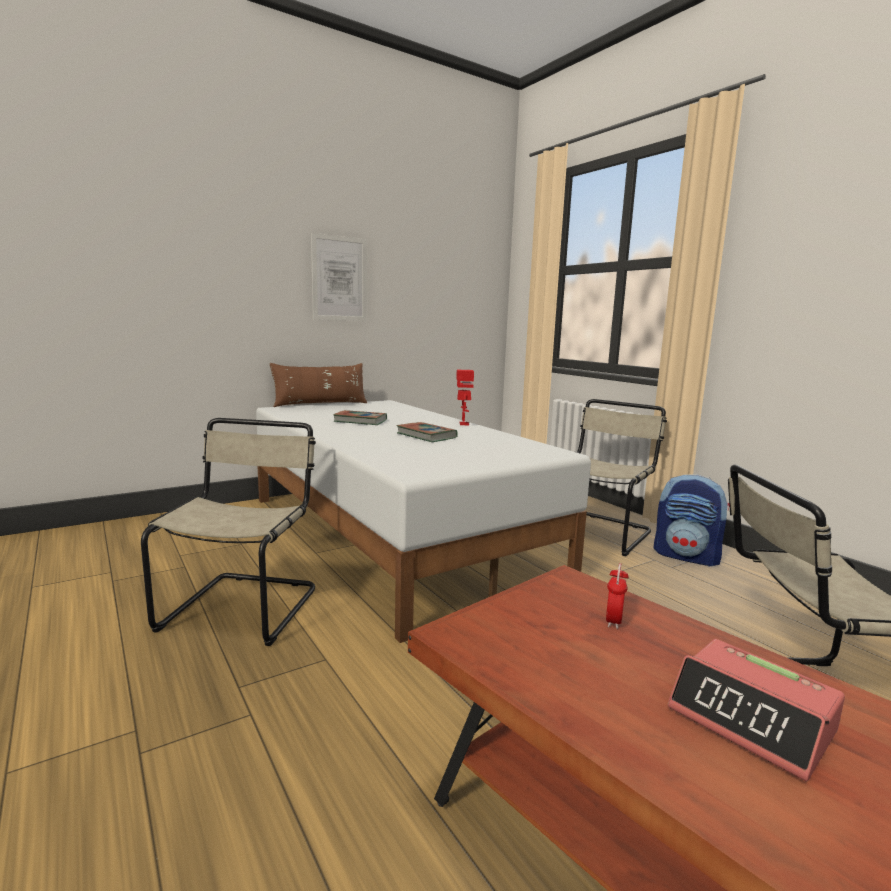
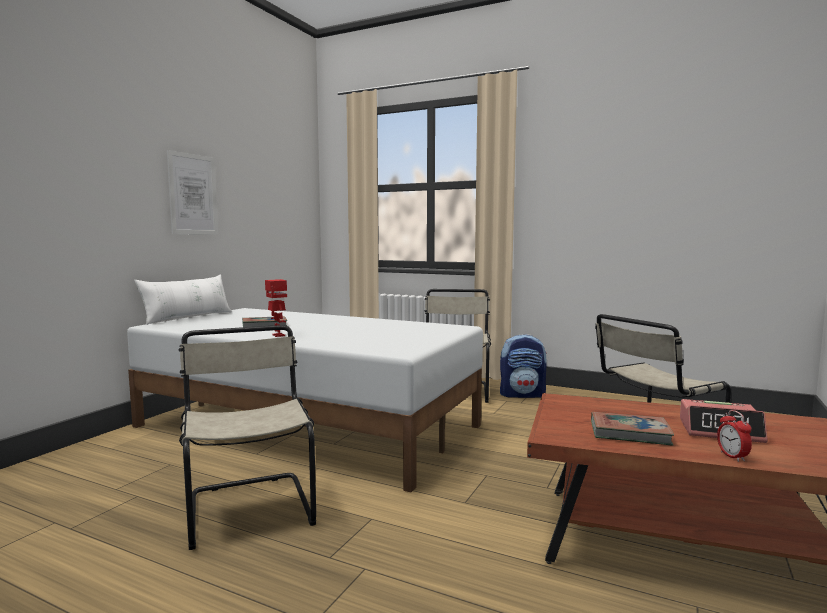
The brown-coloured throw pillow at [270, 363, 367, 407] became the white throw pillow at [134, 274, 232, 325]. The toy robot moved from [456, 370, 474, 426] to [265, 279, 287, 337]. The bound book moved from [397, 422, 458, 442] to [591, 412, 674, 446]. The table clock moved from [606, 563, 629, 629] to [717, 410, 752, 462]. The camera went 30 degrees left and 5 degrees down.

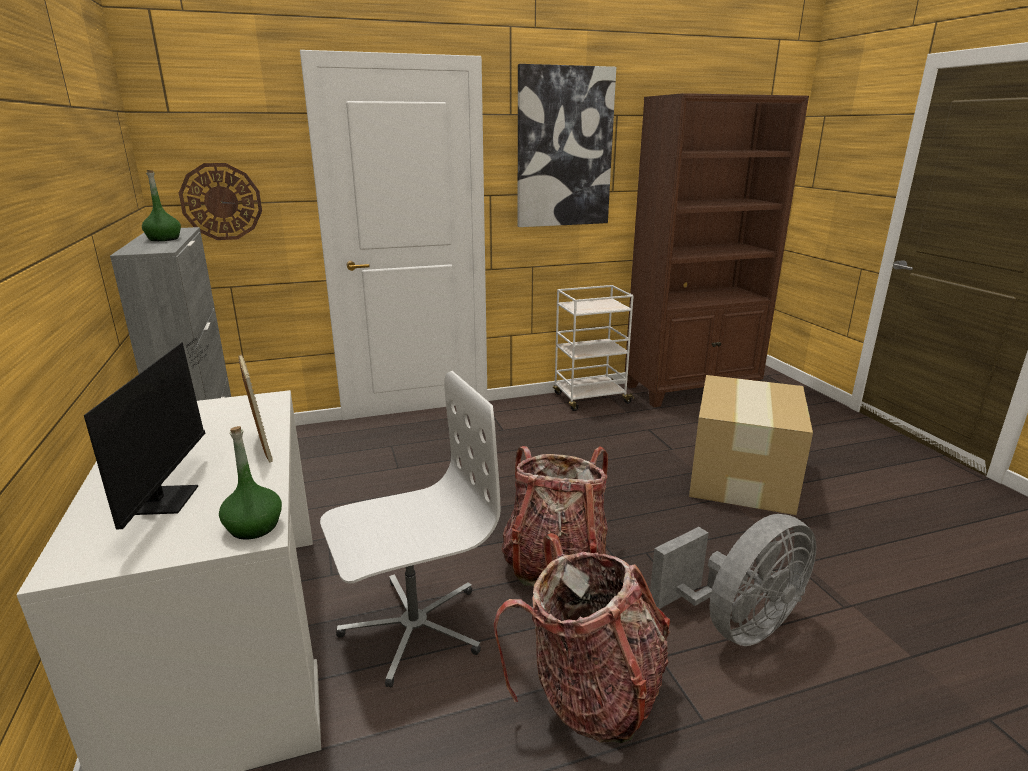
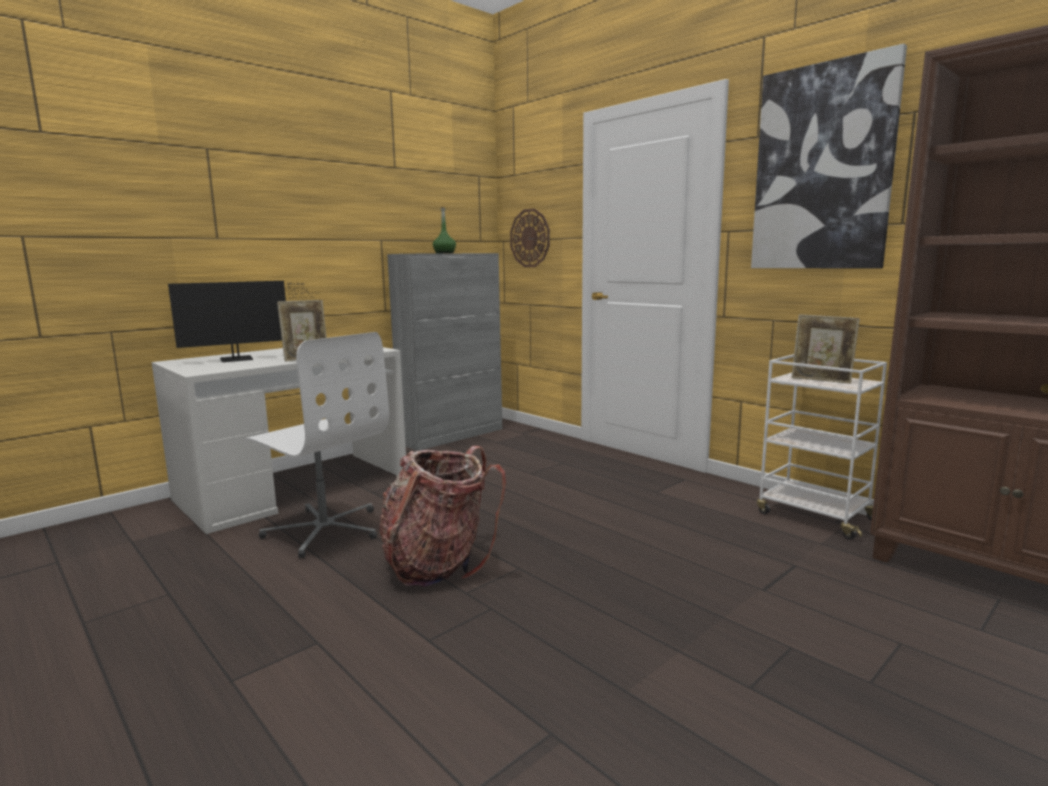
The standing frame at [792, 314, 860, 384] appeared. The greenish beverage bottle at [219, 426, 282, 540] disappeared. The knapsack at [494, 533, 670, 743] disappeared. The gray electric fan at [650, 514, 816, 646] disappeared. The cardboard box at [689, 375, 813, 515] disappeared. The camera went 65 degrees right and 10 degrees down.

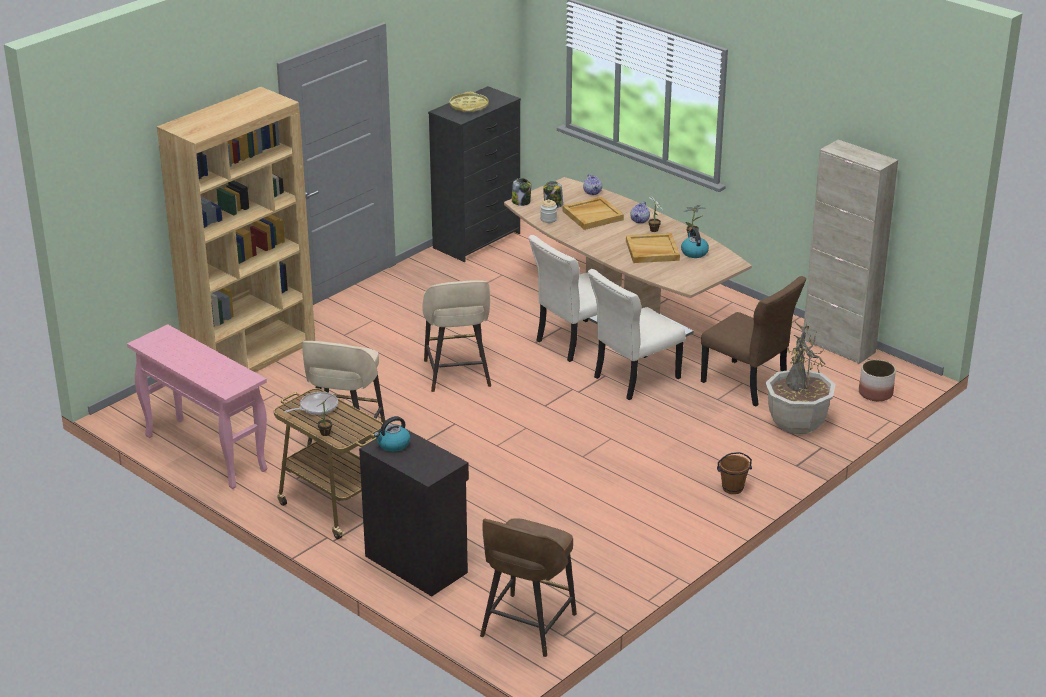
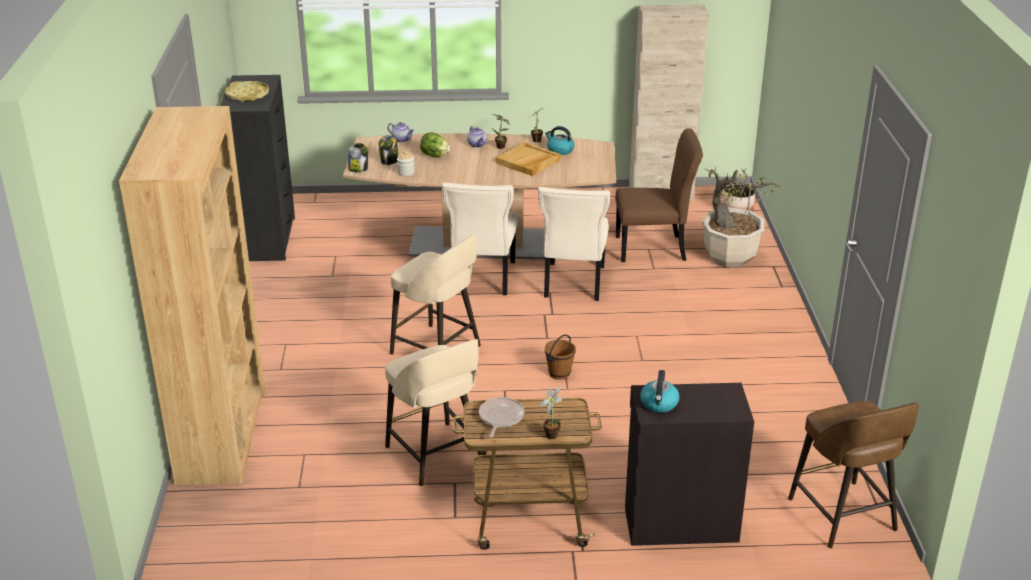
The sand-coloured carrying tray at [562, 196, 624, 230] was replaced by the lettuce head at [420, 132, 450, 157]. The brown-coloured water bucket moved from [717, 452, 752, 494] to [545, 334, 576, 380]. The pinkish hall table at [127, 324, 268, 489] disappeared. The camera went 45 degrees left and 0 degrees up.

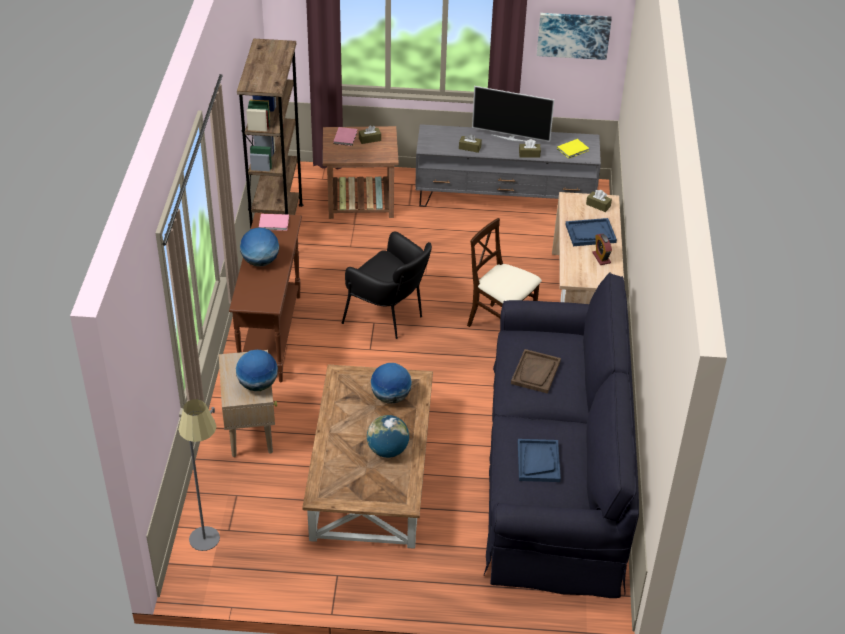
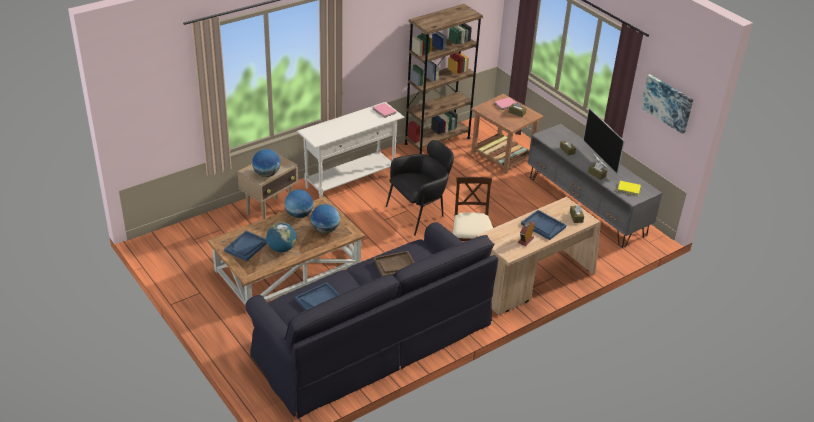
The blue-coloured carrying tray at [224, 231, 267, 261] appeared. The world globe moved from [240, 227, 279, 267] to [285, 190, 313, 218]. The brown-coloured hall table at [229, 213, 302, 382] became the white hall table at [297, 102, 404, 198]. The black lounge chair at [342, 231, 432, 339] turned 120 degrees counterclockwise. The gray floor lamp at [178, 399, 220, 551] disappeared. The camera went 50 degrees right and 5 degrees down.

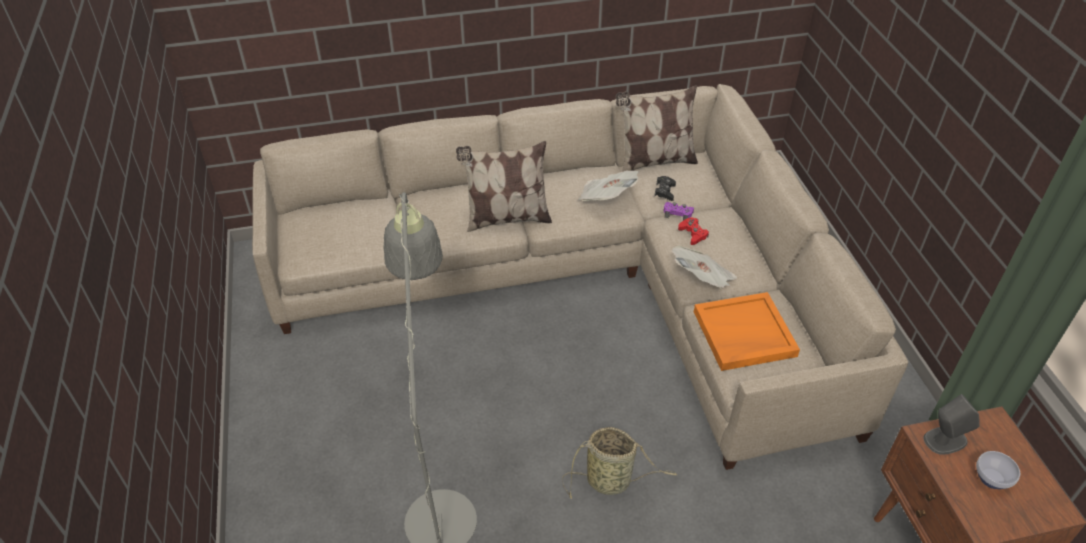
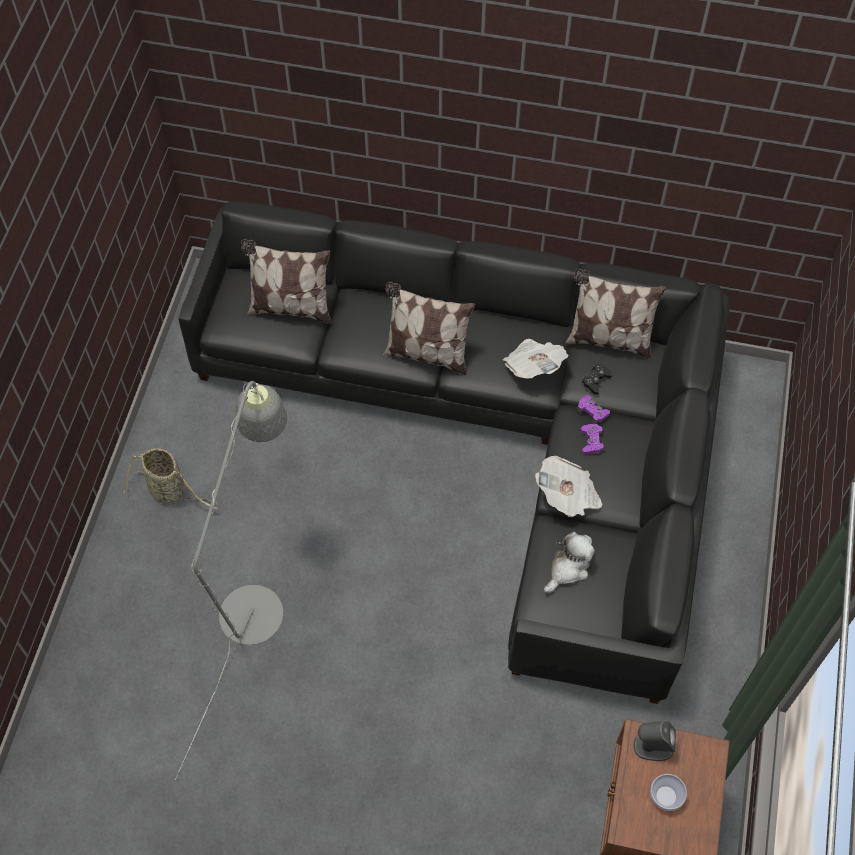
The storage basket moved from [562, 427, 677, 499] to [124, 448, 218, 509]. The sand-coloured couch at [252, 84, 908, 470] became the black couch at [178, 201, 729, 704]. The throw pillow at [241, 239, 331, 324] appeared. The orangey carrying tray at [694, 292, 800, 371] was replaced by the plush toy at [544, 532, 595, 593]. The reddish gamepad at [678, 217, 709, 245] became the purple-coloured gamepad at [581, 424, 604, 454]. The camera went 25 degrees right and 15 degrees up.

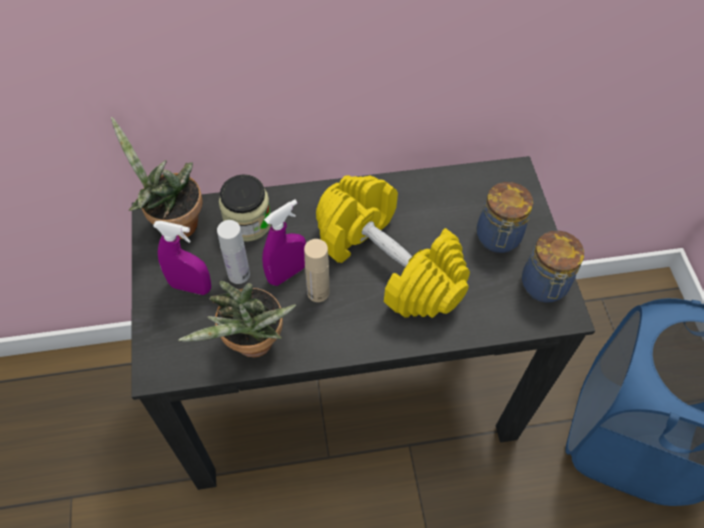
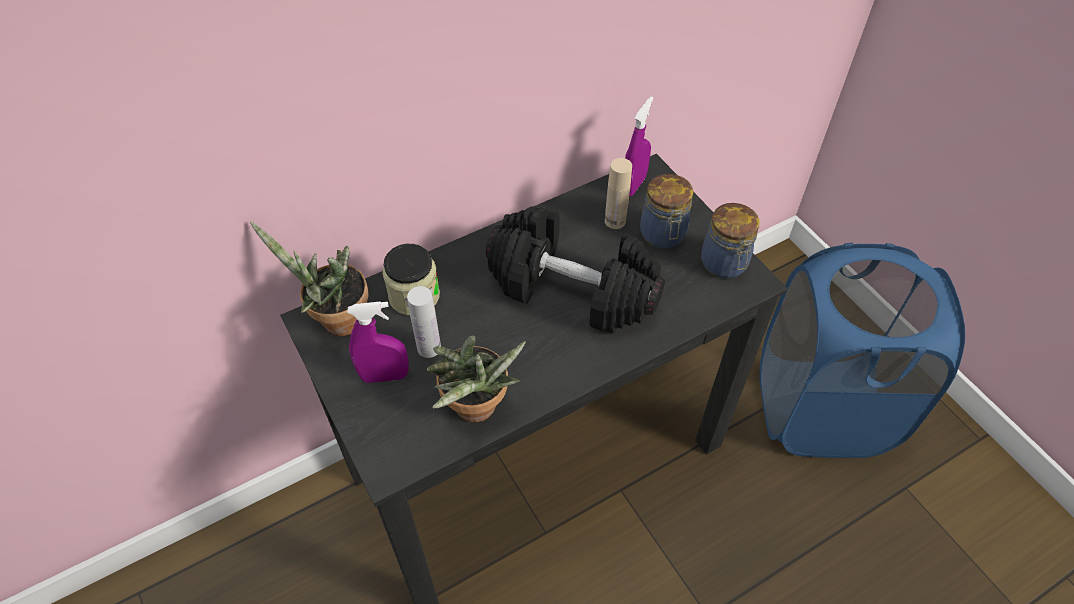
The yellowish hand weight at [316, 176, 470, 318] became the black hand weight at [486, 206, 665, 333]. The sand-coloured beverage bottle moved from [304, 239, 329, 302] to [605, 158, 632, 229]. The purple-coloured sprayer moved from [262, 199, 306, 286] to [625, 96, 654, 197]. The camera went 20 degrees left and 5 degrees down.

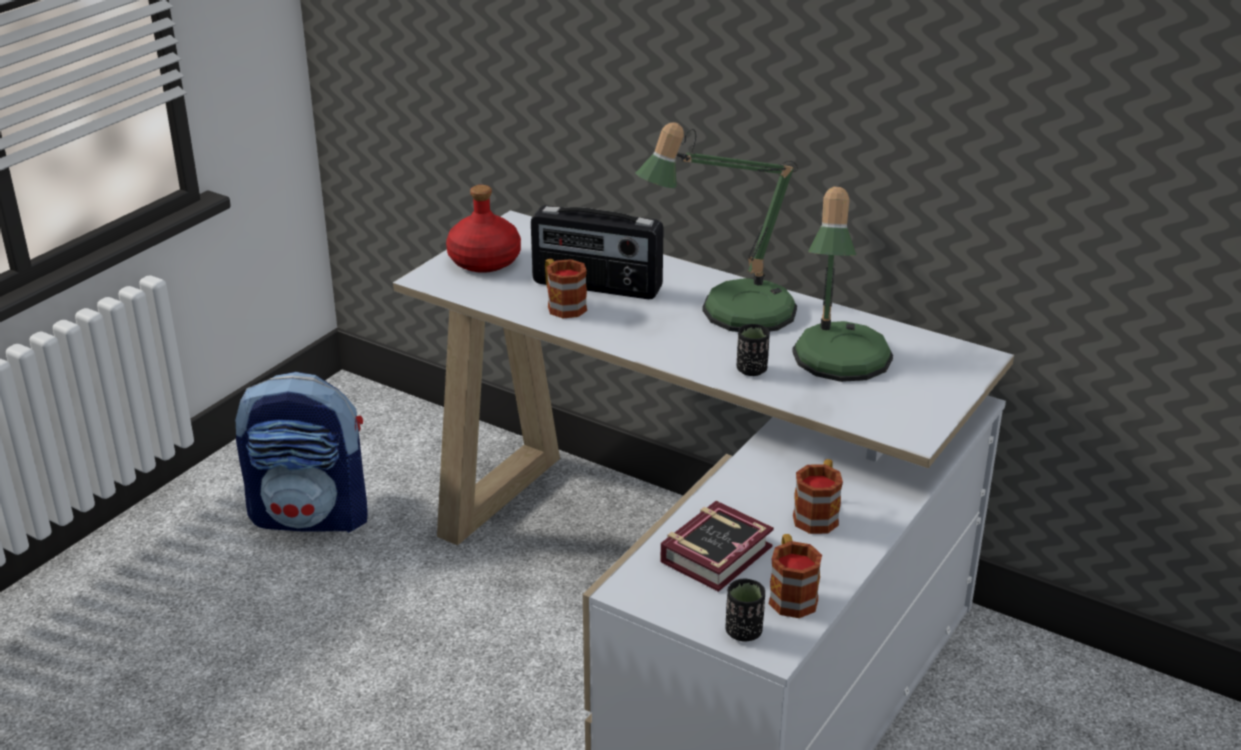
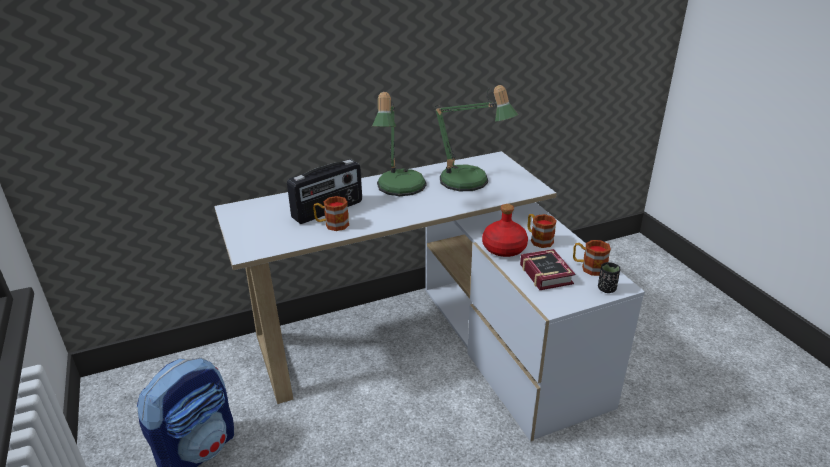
The reddish beverage bottle moved from [446, 185, 521, 273] to [482, 204, 528, 257]. The black drinking cup at [736, 324, 770, 376] disappeared. The camera went 55 degrees left and 0 degrees up.

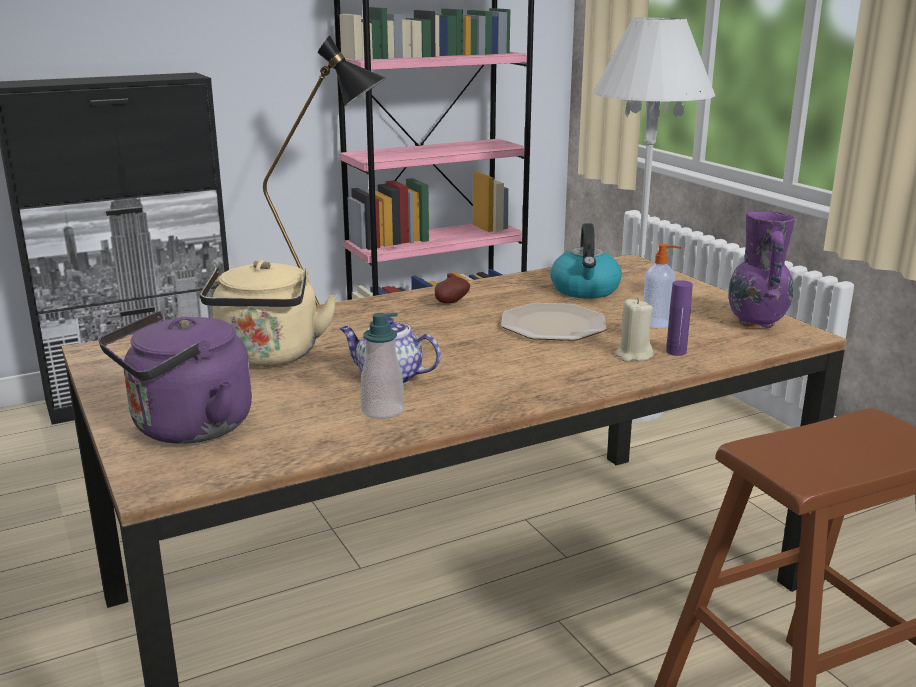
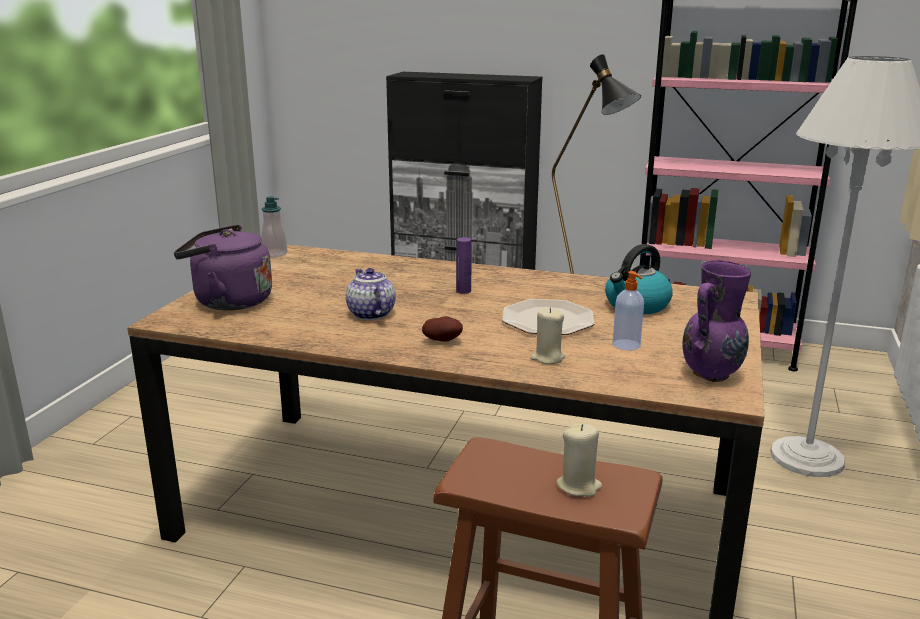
The soap bottle moved from [360, 313, 404, 419] to [261, 196, 287, 257]. The spud moved from [435, 277, 470, 304] to [422, 316, 463, 342]. The purple-coloured beverage bottle moved from [666, 280, 693, 356] to [456, 237, 472, 294]. The sand-coloured wax light at [556, 424, 602, 497] appeared. The sand-coloured tea kettle at [200, 260, 337, 367] disappeared. The camera went 45 degrees right and 0 degrees up.

